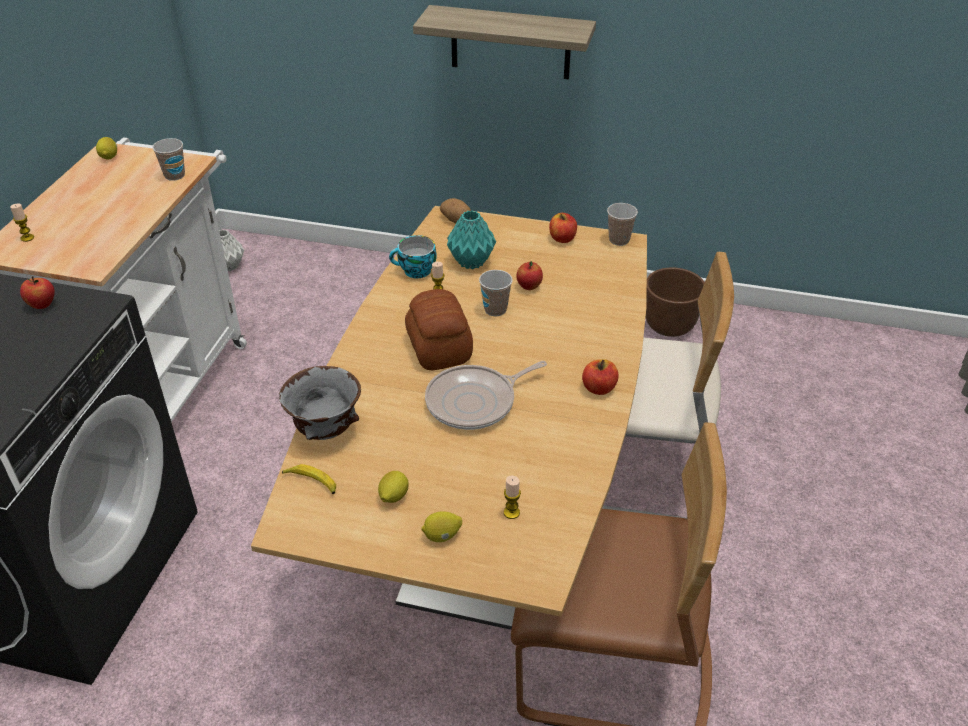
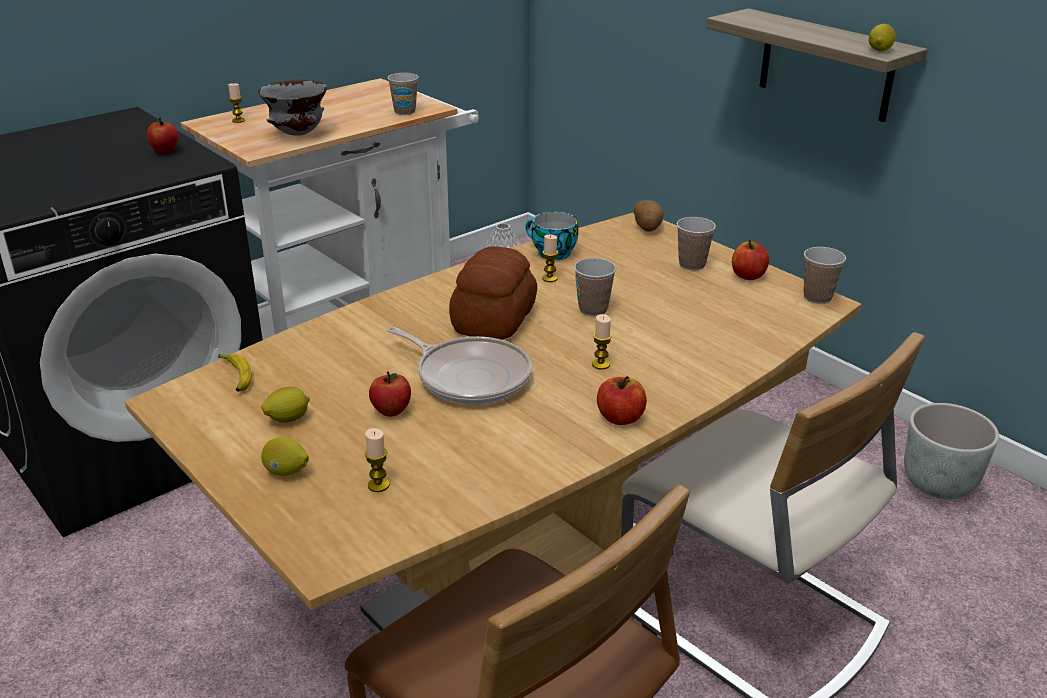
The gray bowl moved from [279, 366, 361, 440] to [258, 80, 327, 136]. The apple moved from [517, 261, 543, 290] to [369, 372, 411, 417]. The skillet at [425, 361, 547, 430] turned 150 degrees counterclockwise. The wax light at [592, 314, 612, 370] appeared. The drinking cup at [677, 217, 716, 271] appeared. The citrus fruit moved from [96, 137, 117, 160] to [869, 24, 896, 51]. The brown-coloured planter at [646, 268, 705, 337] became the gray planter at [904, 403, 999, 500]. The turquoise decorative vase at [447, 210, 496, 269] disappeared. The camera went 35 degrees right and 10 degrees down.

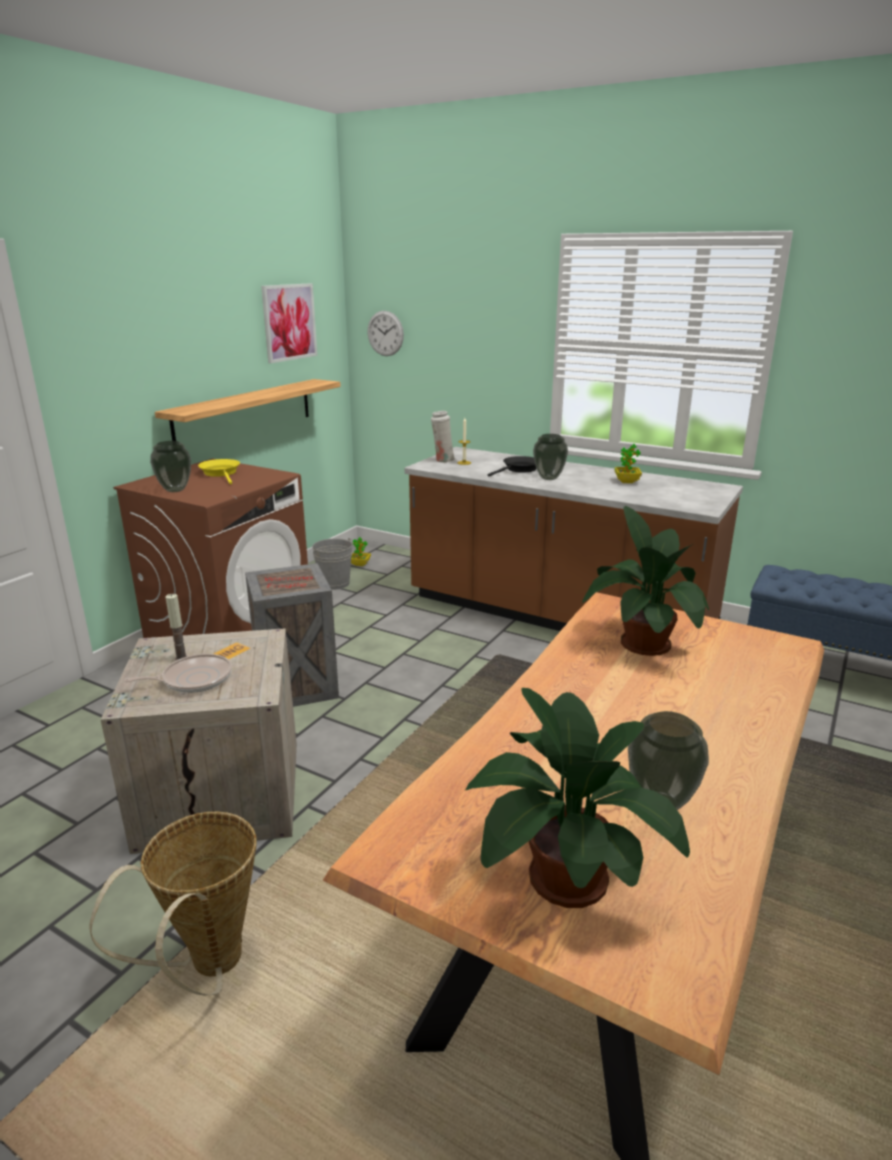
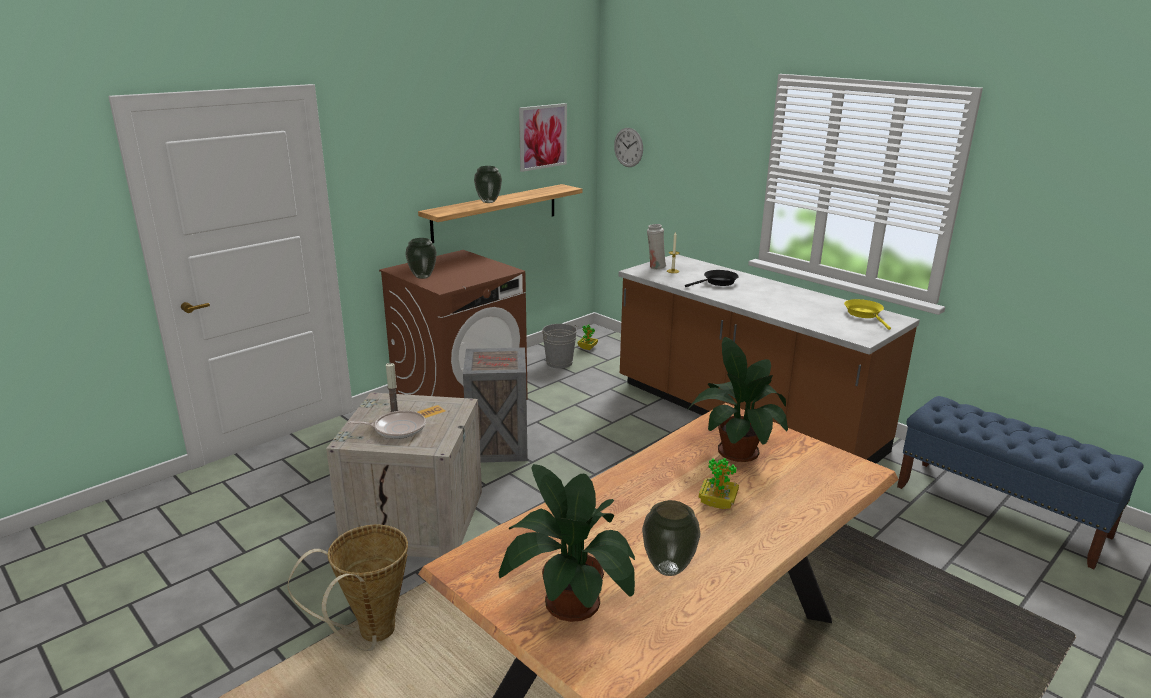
The decorative vase moved from [533, 434, 568, 480] to [474, 166, 502, 203]. The houseplant moved from [614, 444, 642, 483] to [699, 458, 739, 509]. The yellowish skillet moved from [198, 459, 240, 484] to [844, 299, 891, 330]. The camera went 15 degrees right and 0 degrees up.

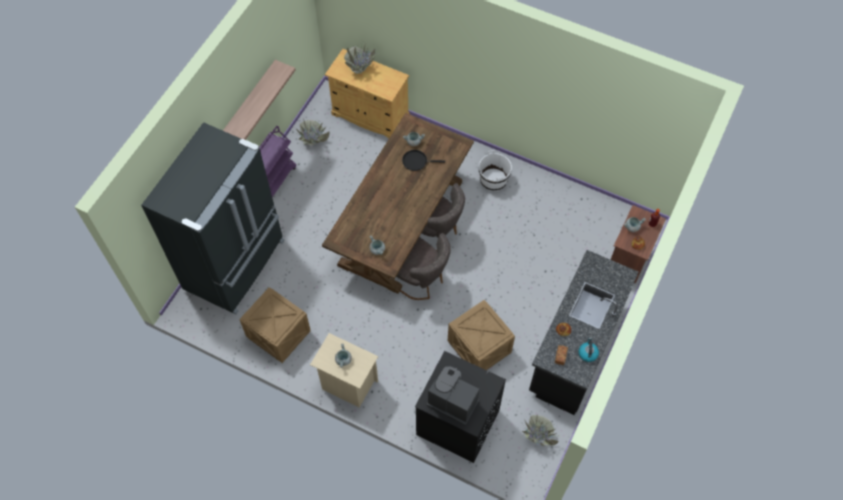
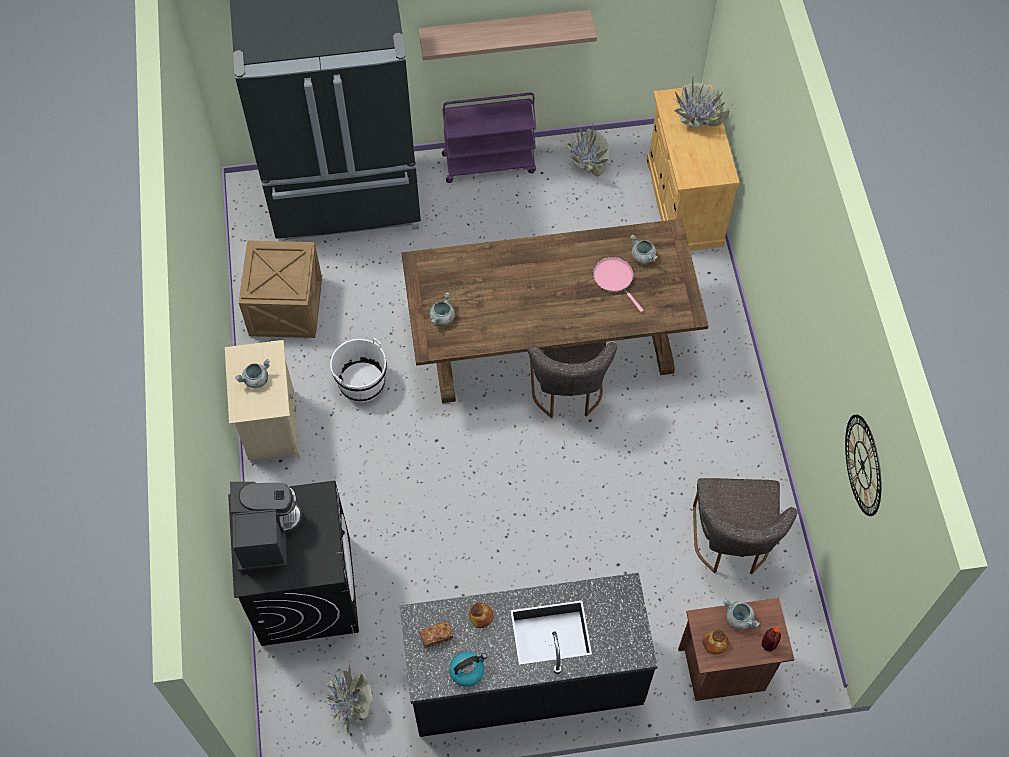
The white water bucket moved from [479, 150, 512, 191] to [330, 337, 387, 402]. The black skillet at [402, 150, 445, 171] became the pinkish skillet at [593, 257, 644, 312]. The gray upright chair moved from [388, 233, 451, 300] to [693, 478, 798, 574]. The clock on the wall at [845, 414, 881, 516] appeared. The crate at [448, 300, 515, 370] disappeared. The camera went 55 degrees right and 0 degrees up.

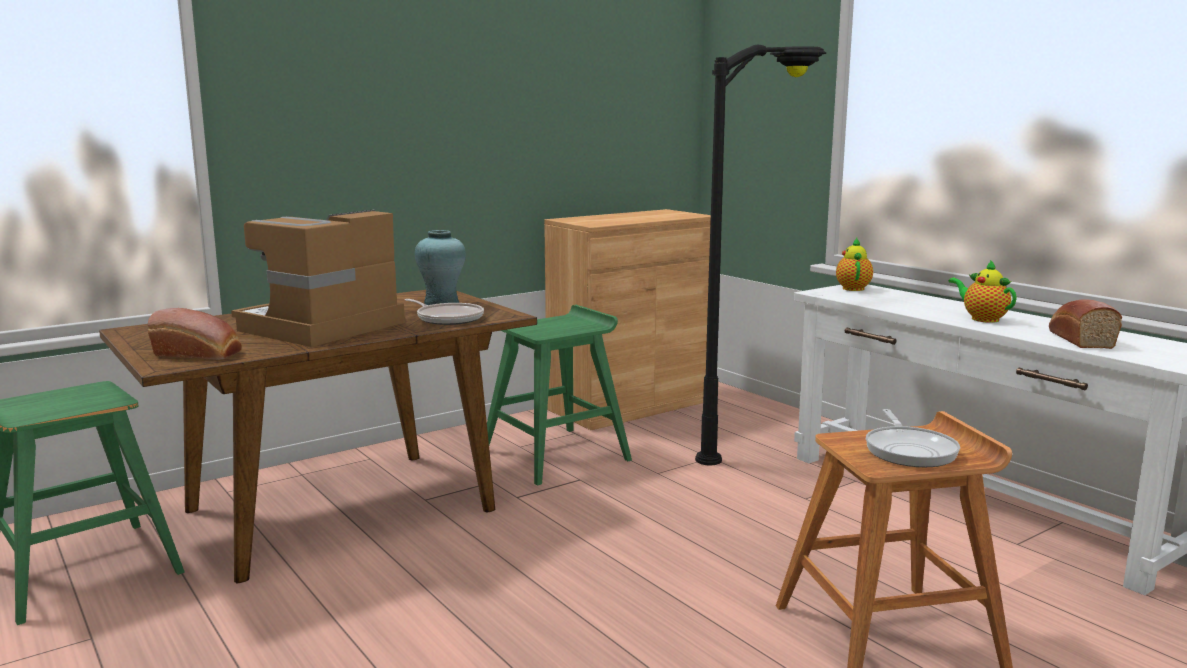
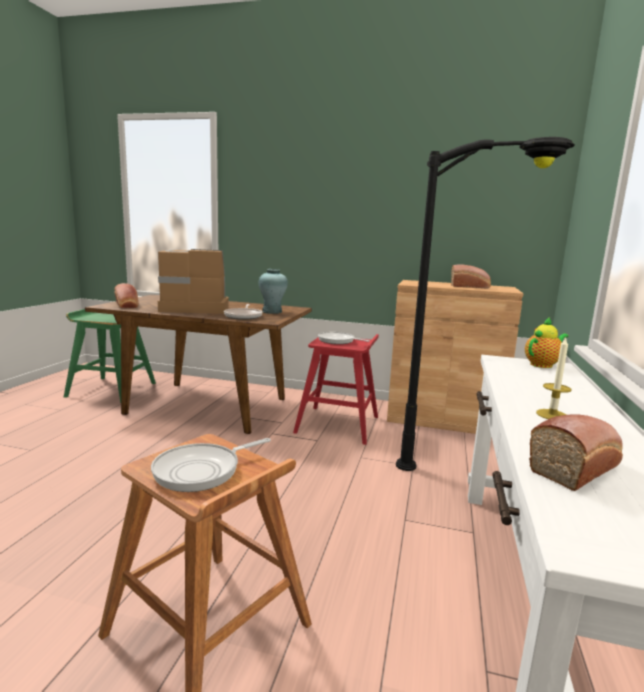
The greenish stool seat at [487, 305, 632, 486] became the reddish stool seat at [293, 334, 379, 445]. The skillet at [318, 332, 370, 344] appeared. The bakery bread at [451, 264, 491, 288] appeared. The tea pot at [949, 260, 1017, 323] was replaced by the wax light at [536, 338, 572, 419]. The camera went 50 degrees right and 0 degrees up.

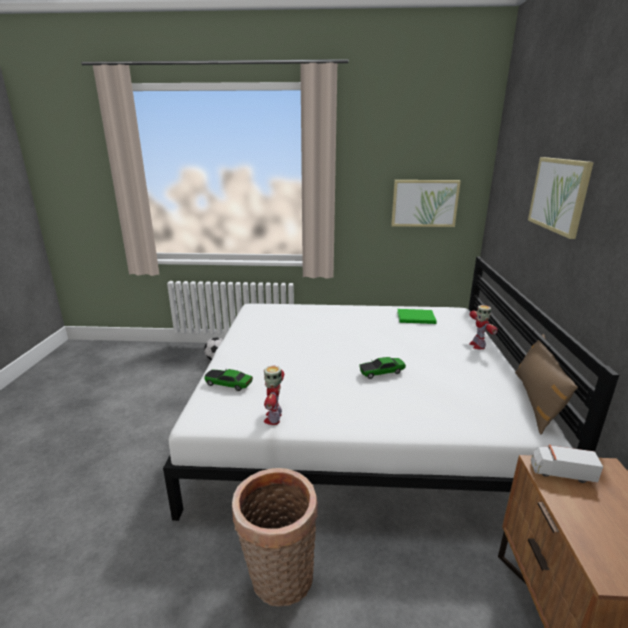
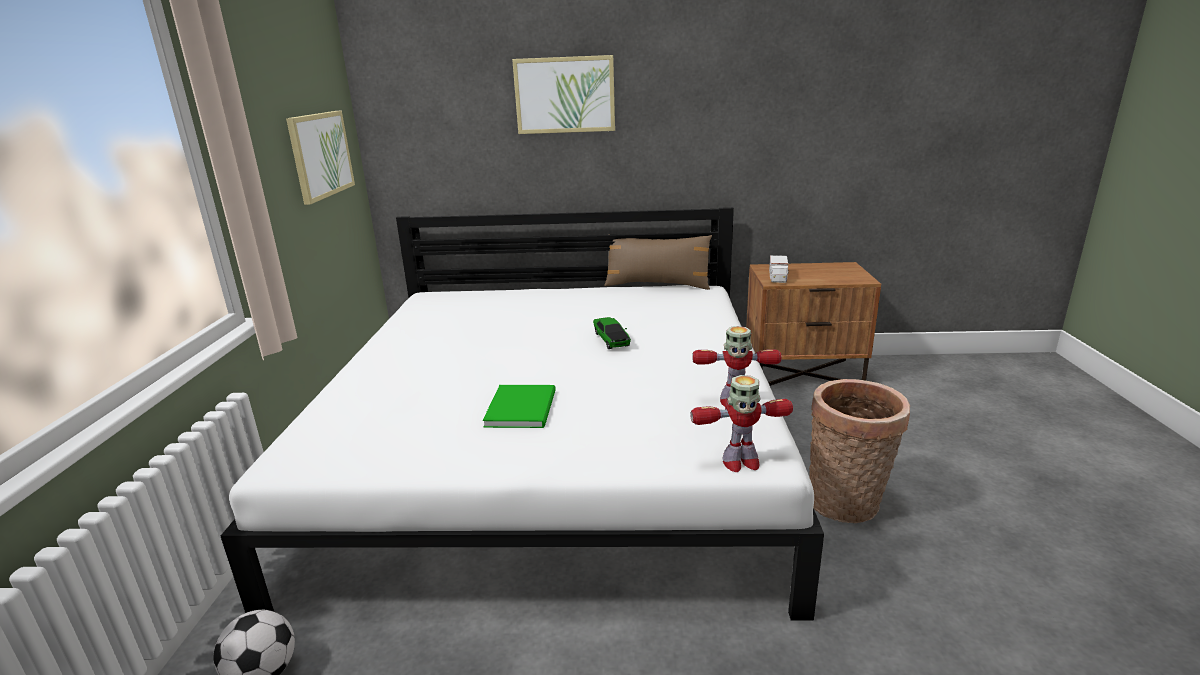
The greenish bound book moved from [397, 309, 437, 324] to [483, 385, 556, 428]. The toy robot moved from [469, 305, 498, 349] to [690, 375, 793, 472]. The model car at [204, 369, 253, 391] disappeared. The camera went 90 degrees left and 0 degrees up.

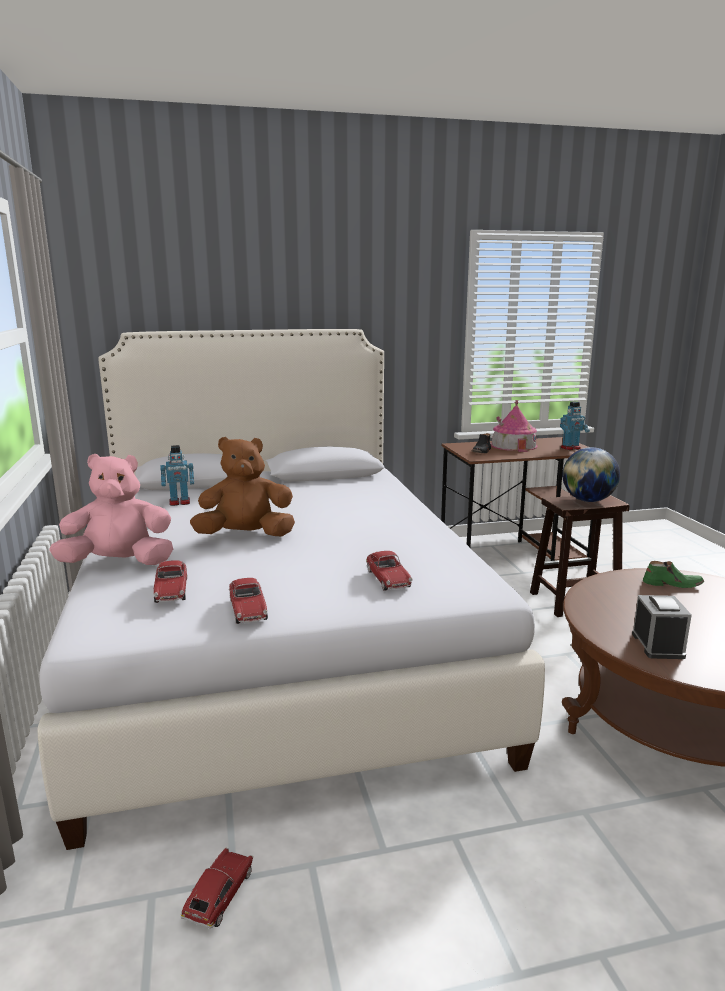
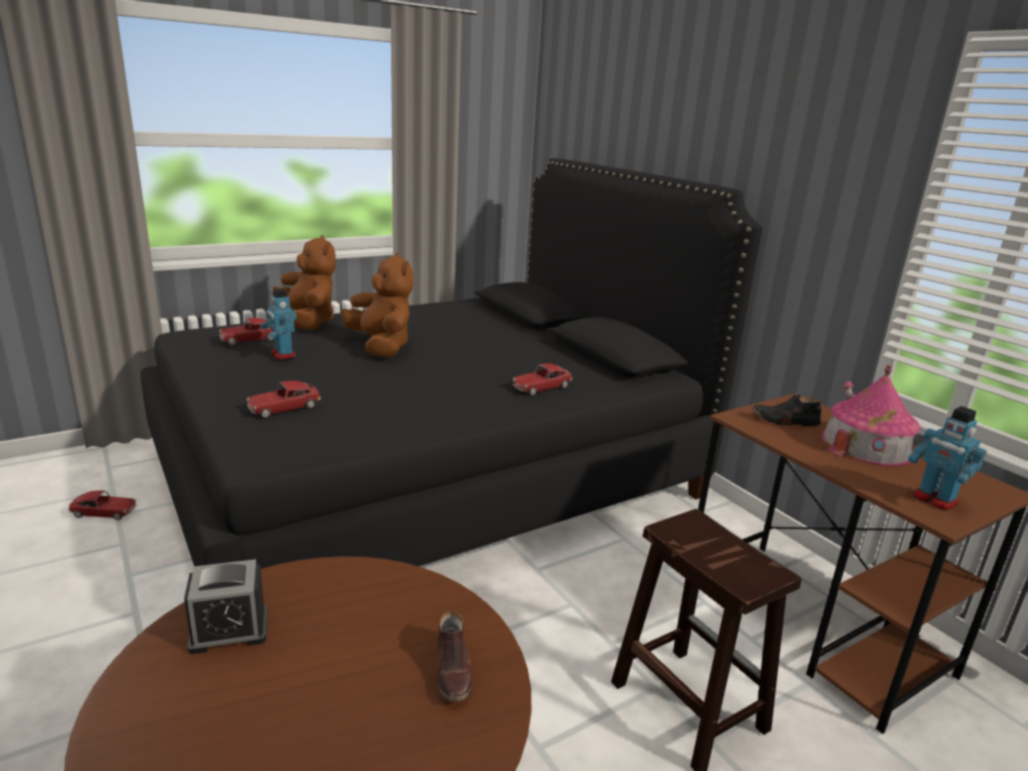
The white bed at [37, 329, 545, 850] became the black bed at [141, 158, 763, 569]. The toy robot moved from [160, 445, 194, 506] to [261, 288, 297, 360]. The pinkish plush toy at [49, 454, 173, 565] became the brown-coloured plush toy at [273, 235, 336, 330]. The greenish item of footwear at [643, 561, 704, 588] became the brown-coloured item of footwear at [437, 610, 473, 701]. The model car moved from [229, 578, 268, 624] to [513, 363, 572, 395]. The world globe at [562, 447, 620, 502] disappeared. The camera went 70 degrees right and 5 degrees up.

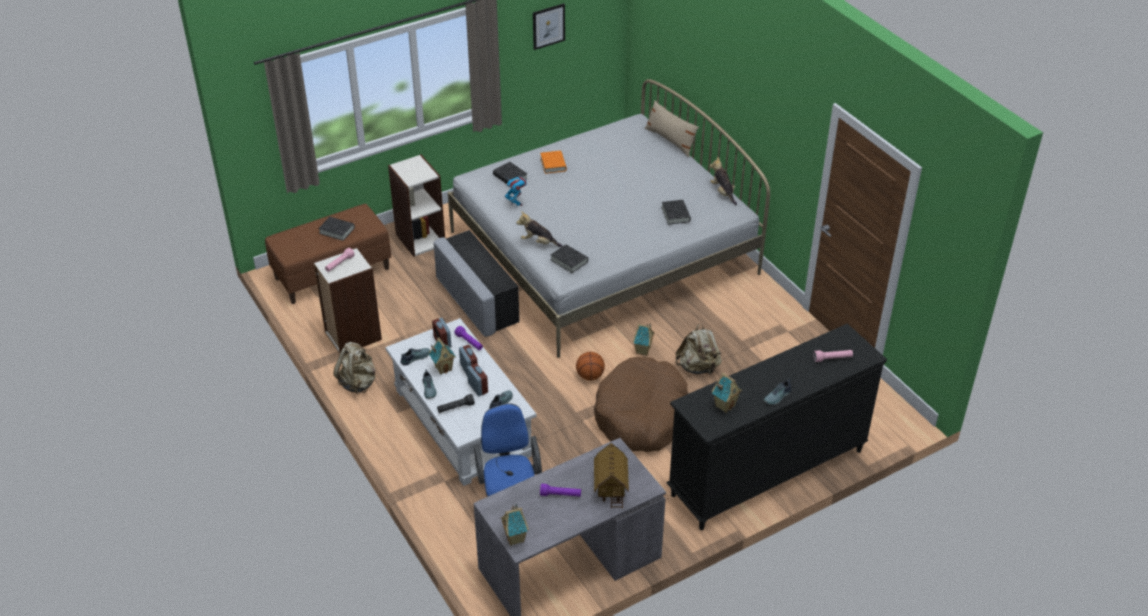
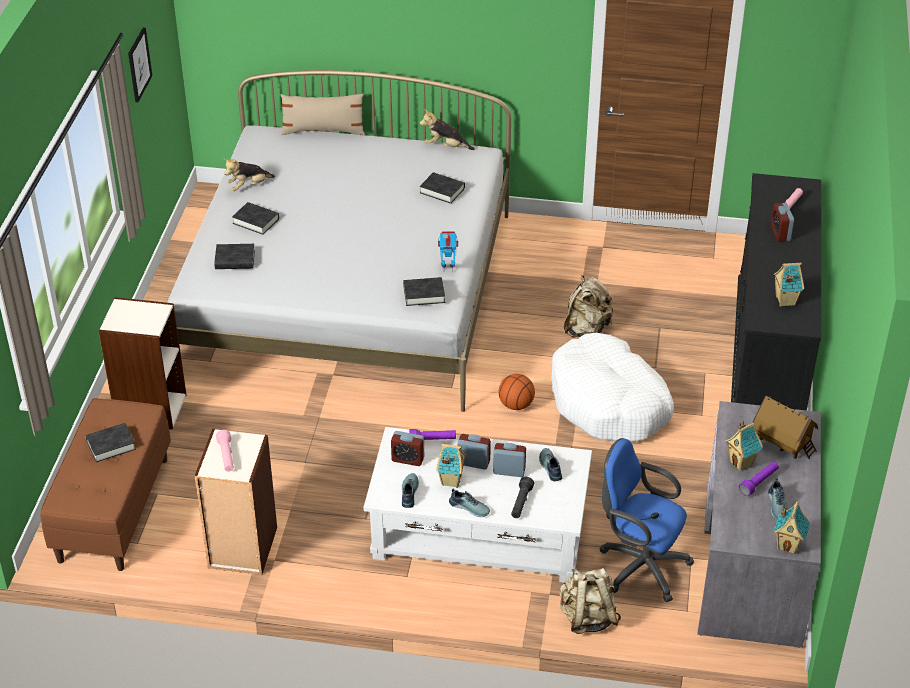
The plush toy moved from [516, 211, 562, 247] to [224, 158, 275, 191]. The orangey bound book at [540, 151, 567, 174] became the black bound book at [232, 202, 279, 235]. The toy robot moved from [505, 176, 527, 207] to [438, 231, 458, 272]. The brown-coloured dog bed at [594, 357, 688, 452] became the white dog bed at [551, 333, 674, 442]. The sand-coloured knapsack moved from [333, 342, 375, 394] to [559, 568, 621, 634]. The model house moved from [633, 323, 655, 356] to [725, 420, 763, 471]. The item of footwear moved from [763, 379, 791, 405] to [768, 478, 788, 519]. The table clock at [771, 203, 794, 242] appeared. The gray footrest at [434, 230, 520, 337] disappeared. The camera went 50 degrees left and 0 degrees up.

